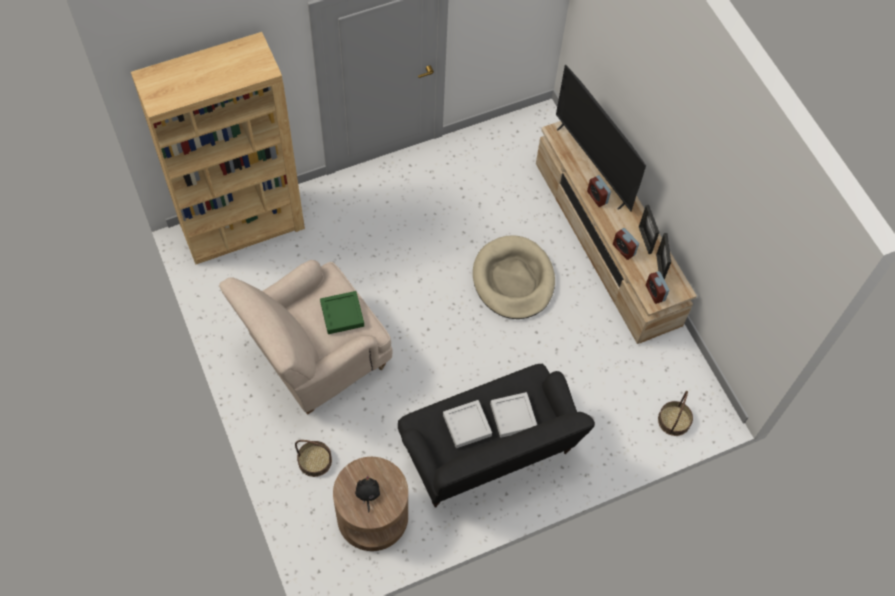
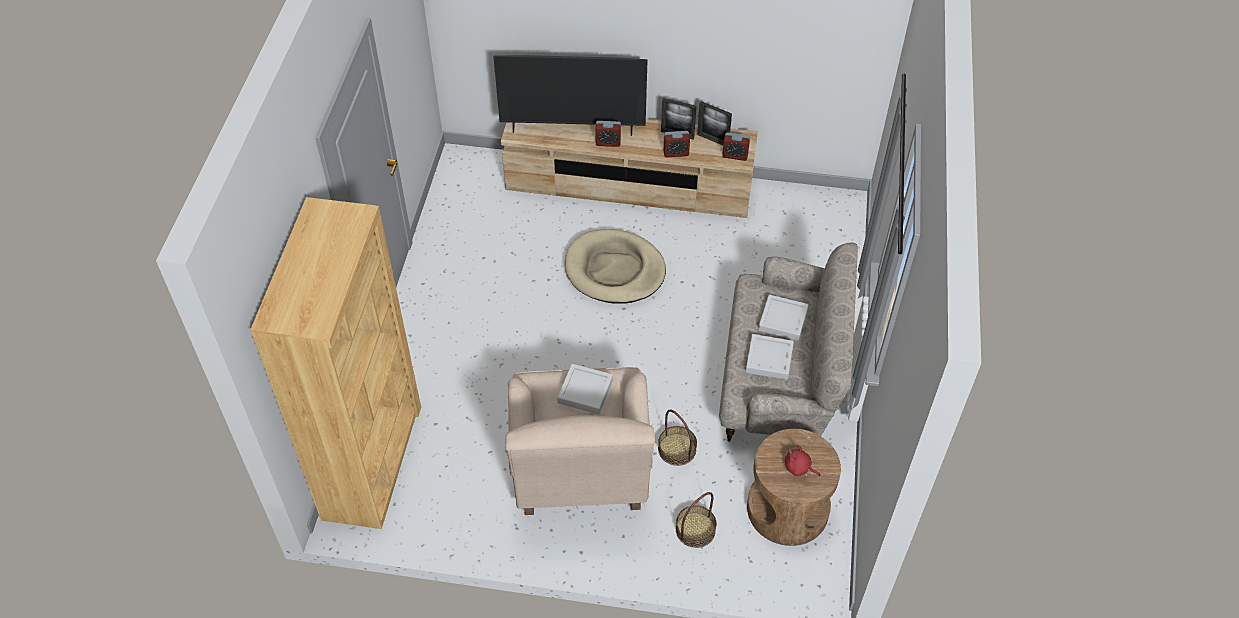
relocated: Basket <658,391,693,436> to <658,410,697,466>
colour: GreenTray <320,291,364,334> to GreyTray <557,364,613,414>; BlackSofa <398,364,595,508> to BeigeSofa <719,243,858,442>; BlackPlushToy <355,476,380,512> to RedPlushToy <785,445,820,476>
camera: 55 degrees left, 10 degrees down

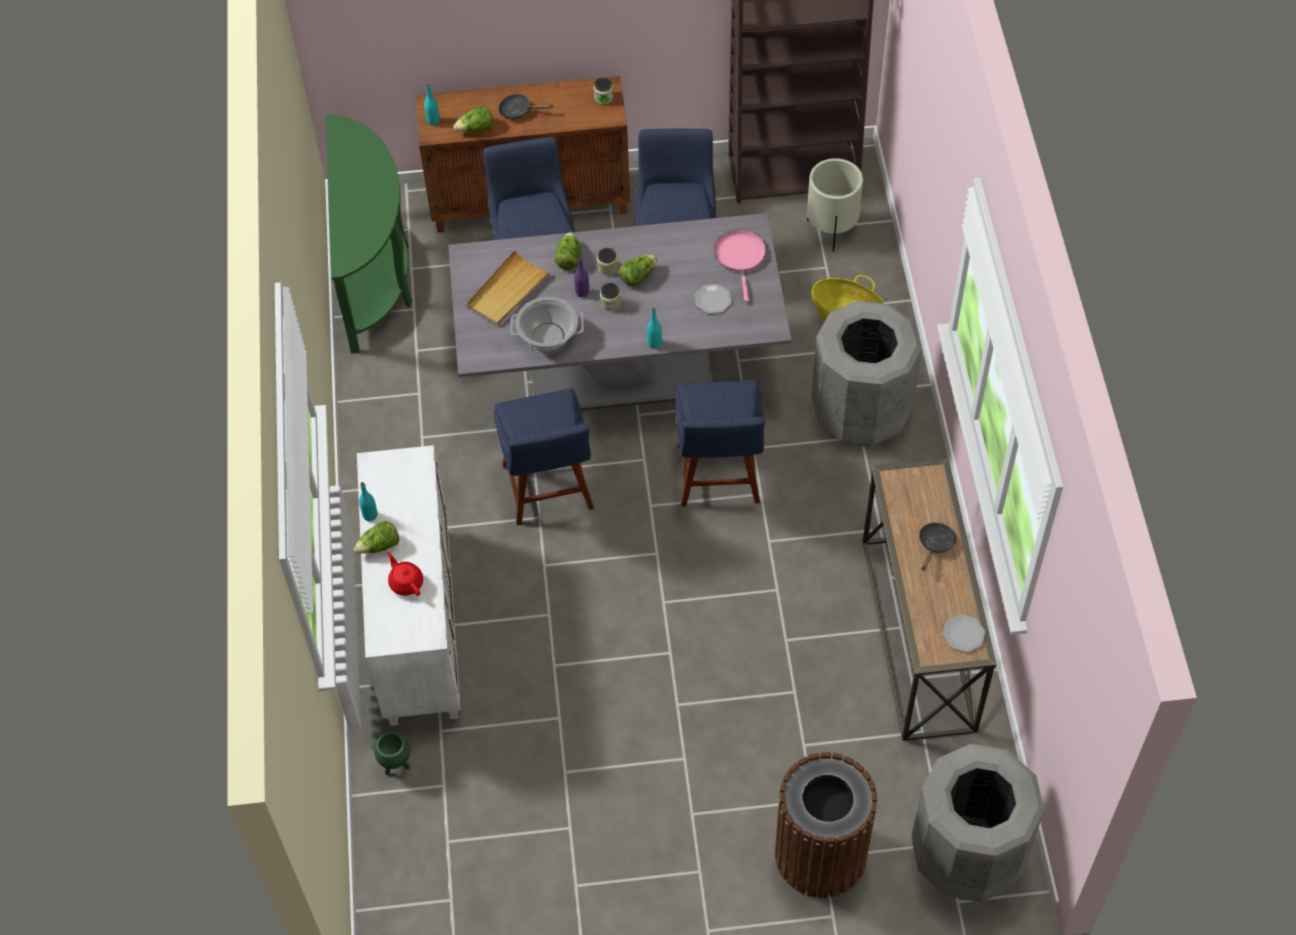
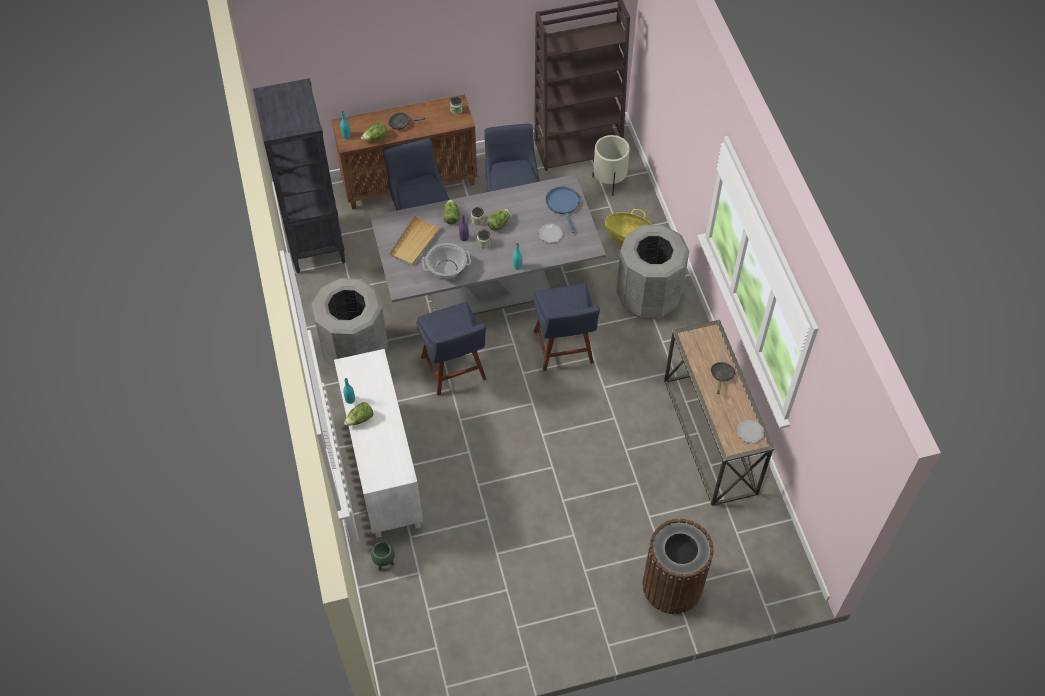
missing: RedTeapot <387,552,423,596>
relocated: GreyTrashCan <911,744,1044,902> to <312,278,388,369>
exchanged: GreenConsoleTable <326,115,412,354> to BlackBookcase <253,78,346,273>
colour: PinkFryingPan <714,230,766,302> to BlueFryingPan <546,187,580,233>
camera: 10 degrees left, 0 degrees up

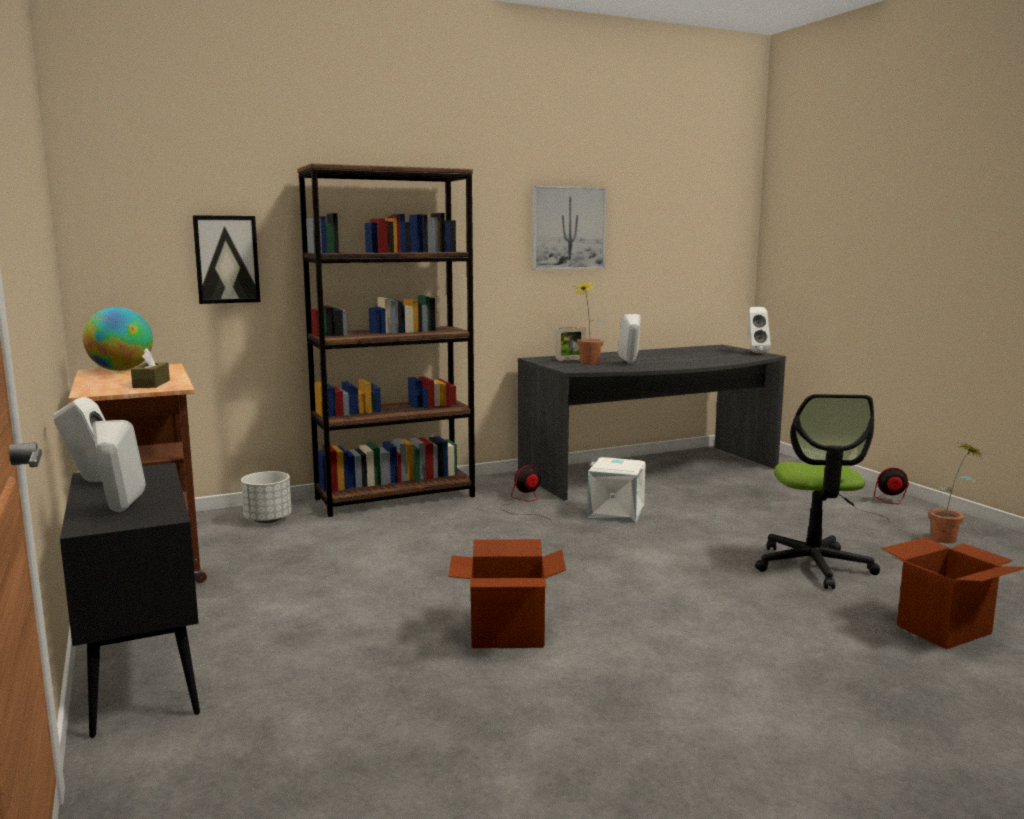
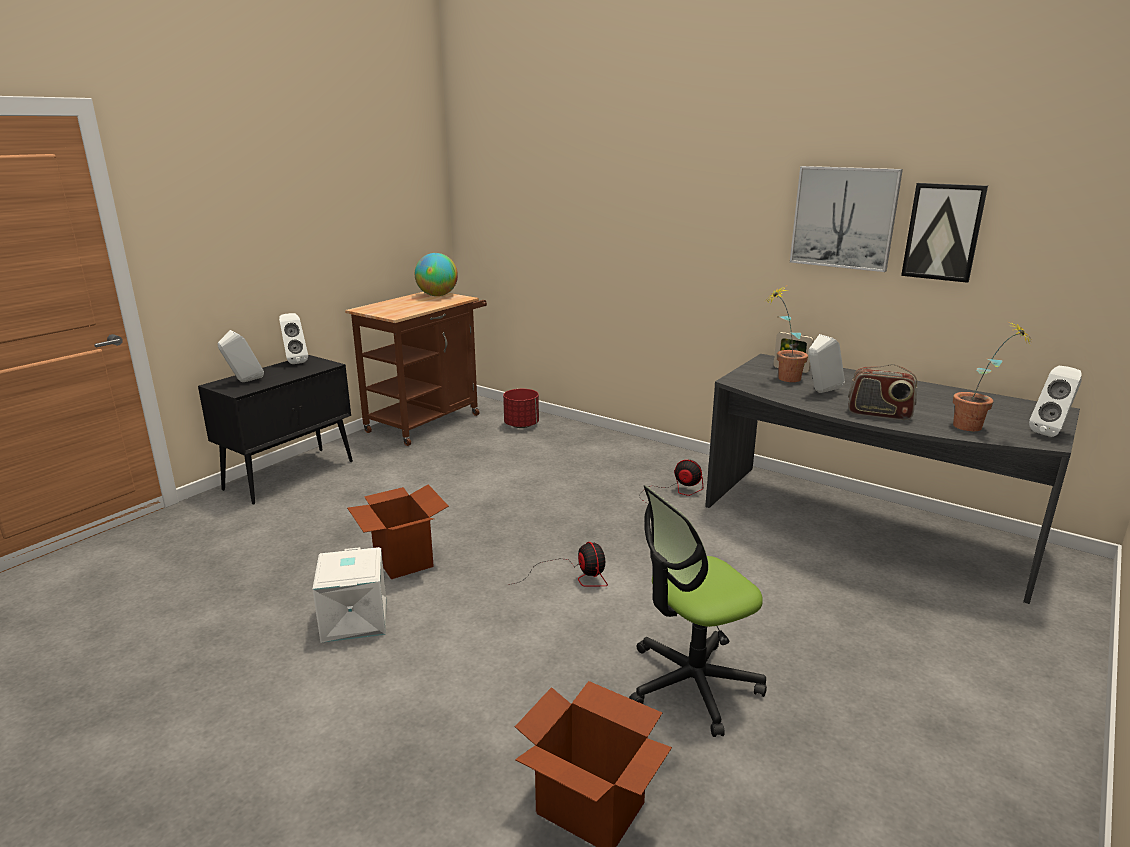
missing: BrownTissueBox <131,348,170,388>; BrownBookcase <298,164,475,517>
appeared: Radio <848,364,917,420>
relocated: WhiteStorageBox <587,457,646,523> to <313,547,386,643>; Fan <853,468,909,518> to <508,542,608,586>; Picture <193,215,260,304> to <901,183,988,283>; PottedPlant <929,443,983,543> to <953,322,1031,431>
colour: WhitePlanter <241,471,292,523> to RedPlanter <503,389,539,428>
camera: 60 degrees right, 10 degrees up

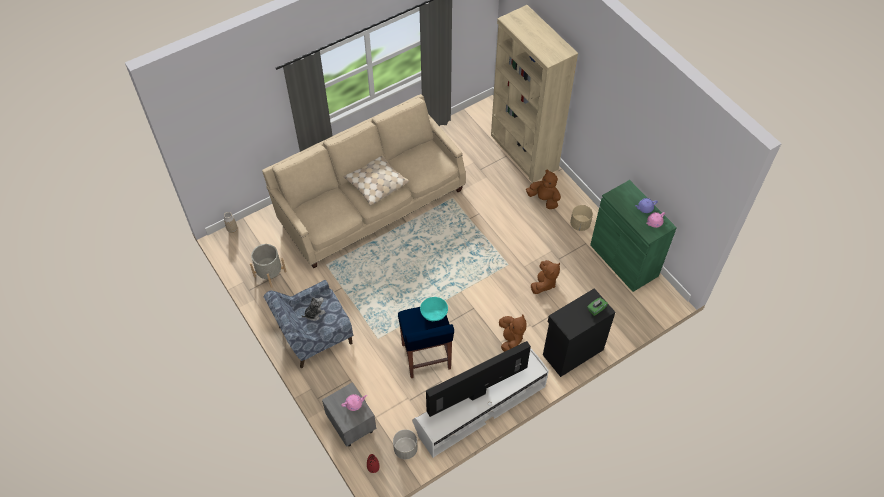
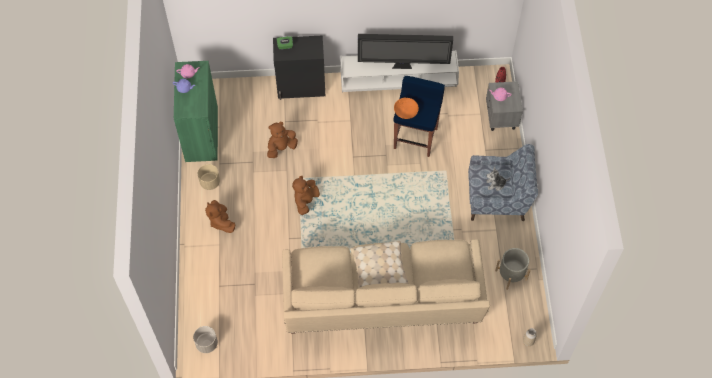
missing: BeigeBookcase <491,5,578,183>
relocated: GreyPlanter <393,429,418,459> to <193,326,218,353>; BrownPlushToy <499,314,527,352> to <292,176,320,215>
colour: TurquoiseBowl <420,297,448,321> to OrangeBowl <394,98,419,119>
camera: 150 degrees left, 5 degrees up

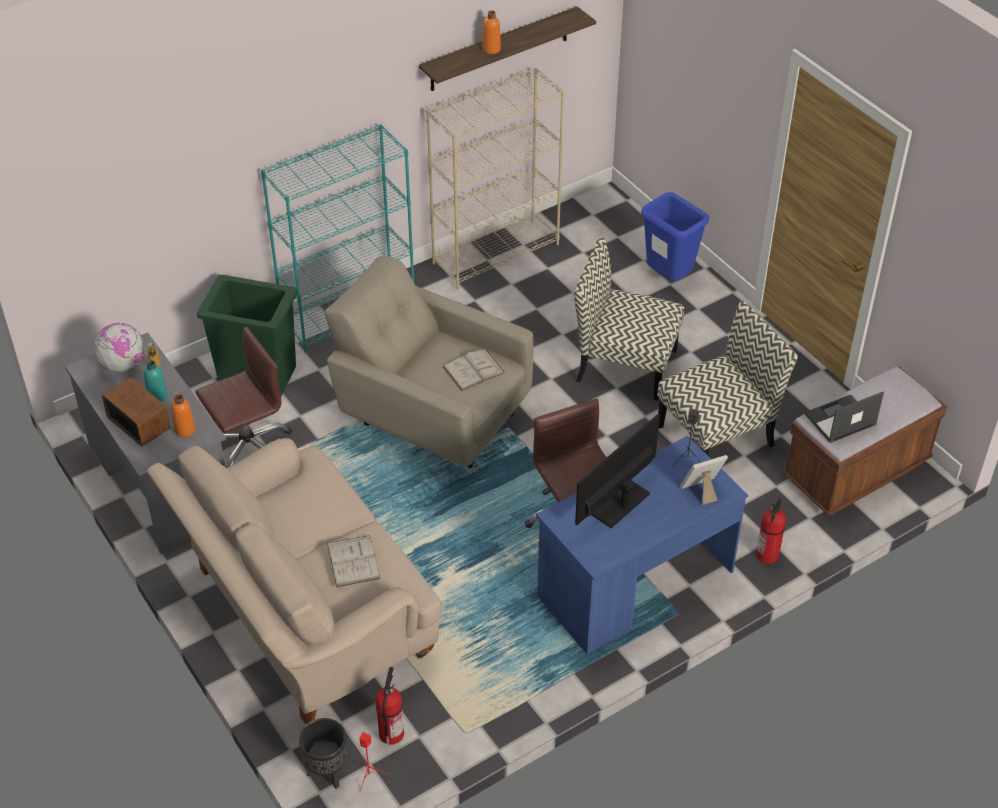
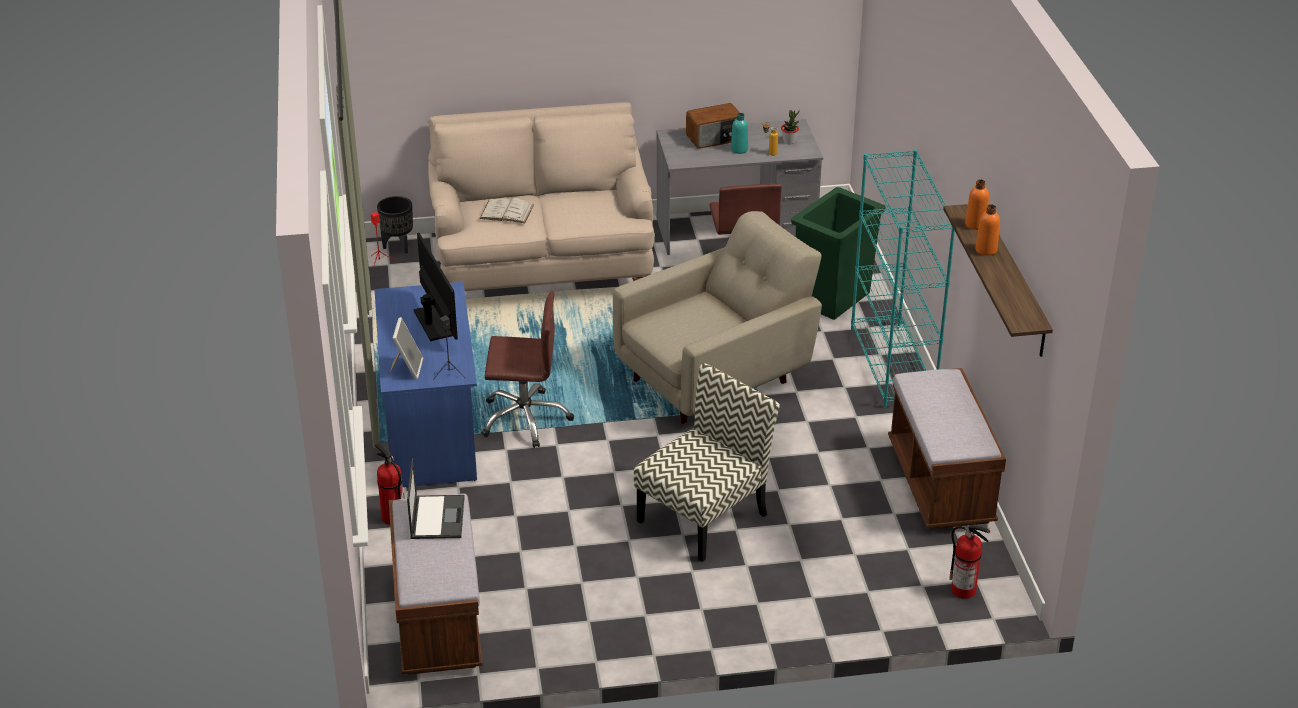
missing: WhiteBook <443,349,505,391>; BlueTrashCan <641,192,709,281>; Chair <657,301,798,455>
relocated: FireExtinguisher <376,667,404,745> to <949,525,990,599>; OrangeBottle <171,394,195,437> to <965,180,989,230>
exchanged: Globe <95,323,144,371> to PottedPlant <781,110,799,144>; BeigeBookcase <426,68,565,289> to BrownBench <888,368,1006,529>
camera: 115 degrees right, 10 degrees down

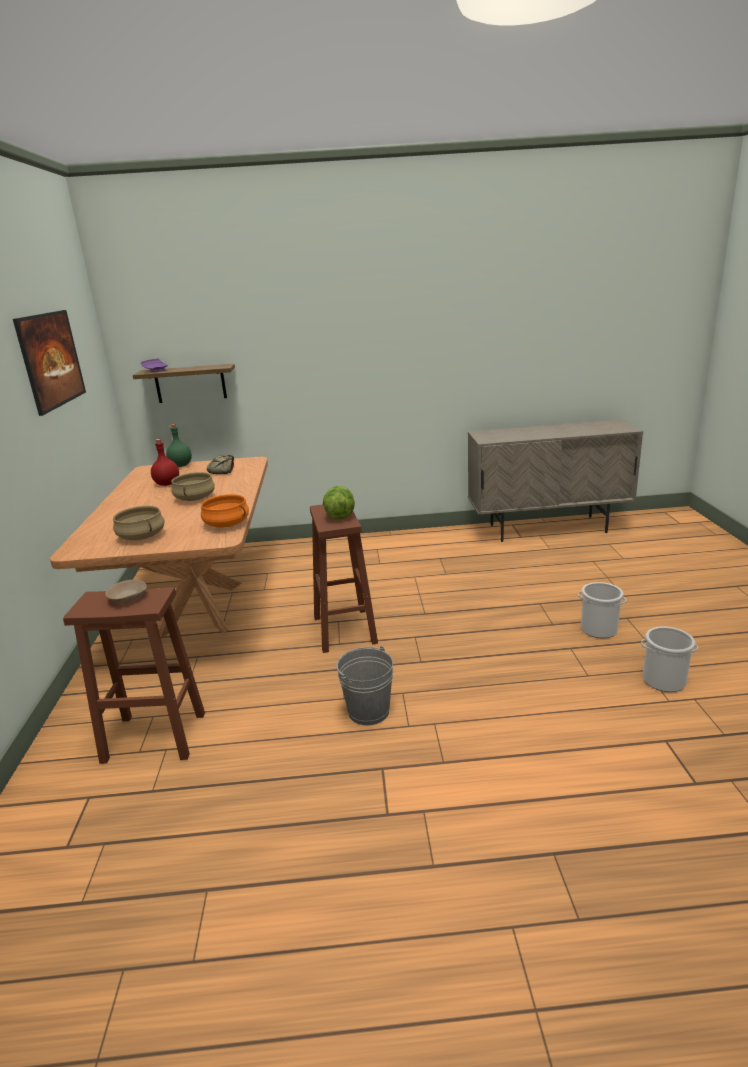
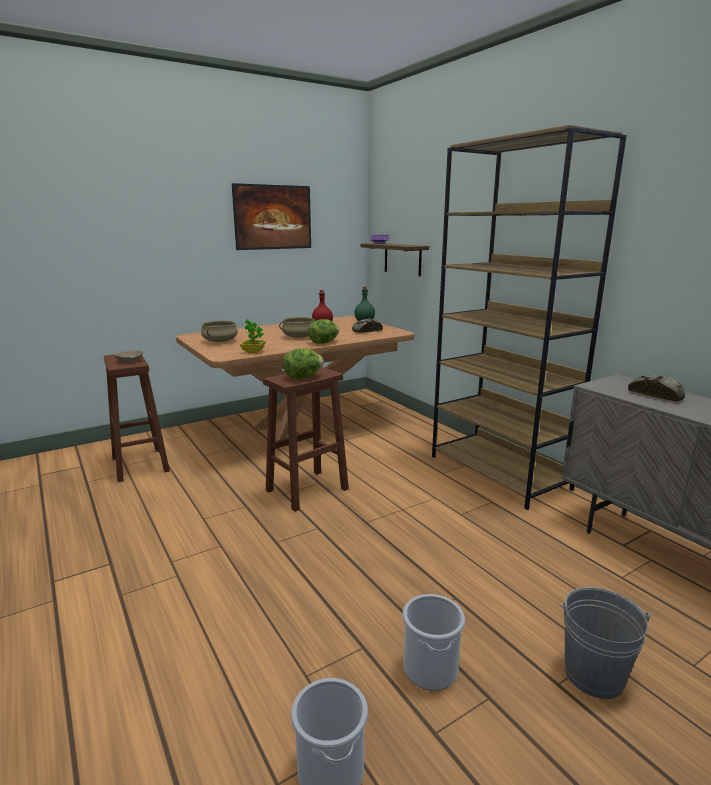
appeared: Lettuce <308,319,339,344>; BrownBookcase <432,125,627,510>; Bread <628,375,685,401>
relocated: GreyBucket <336,646,393,725> to <559,587,651,699>
exchanged: OrangeCookingPot <201,494,249,527> to PottedPlant <240,319,266,354>
camera: 60 degrees right, 5 degrees down

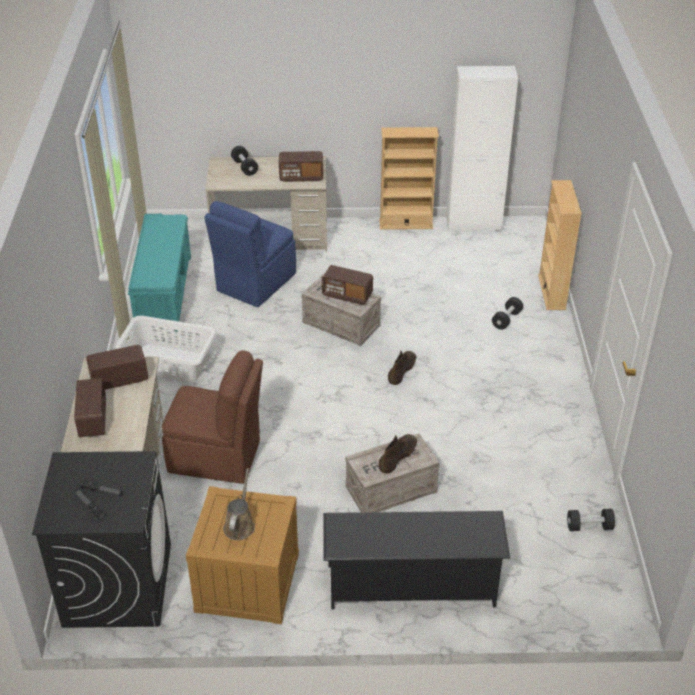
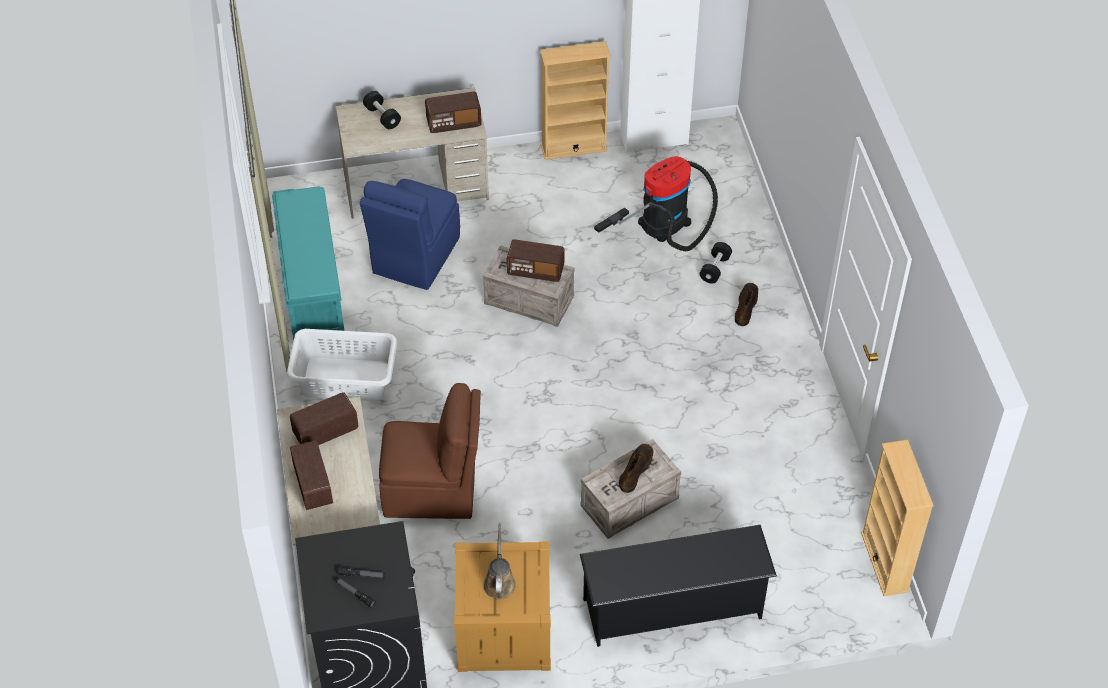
missing: BlackDumbbell <567,509,615,531>
appeared: VacuumCleaner <594,156,718,251>
relocated: BrownBoot <388,351,416,385> to <735,283,758,326>; BeigeBookcase <538,180,582,310> to <861,439,934,596>
camera: 10 degrees left, 10 degrees up

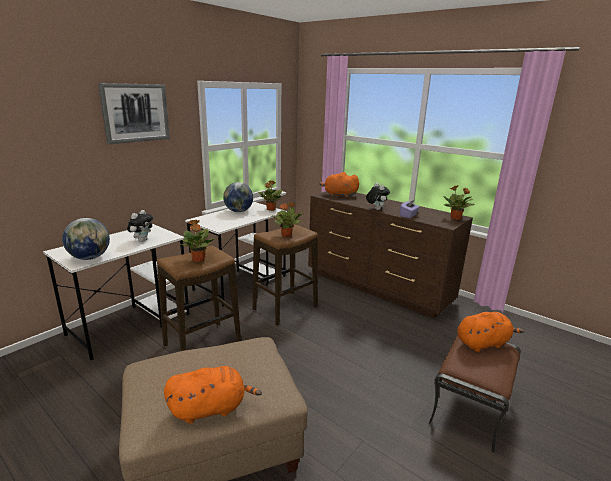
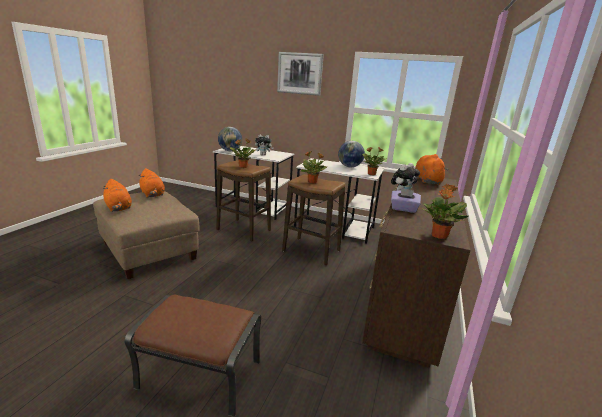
relocated: OrangePlushToy <457,312,524,352> to <138,168,165,198>
camera: 70 degrees right, 0 degrees up

